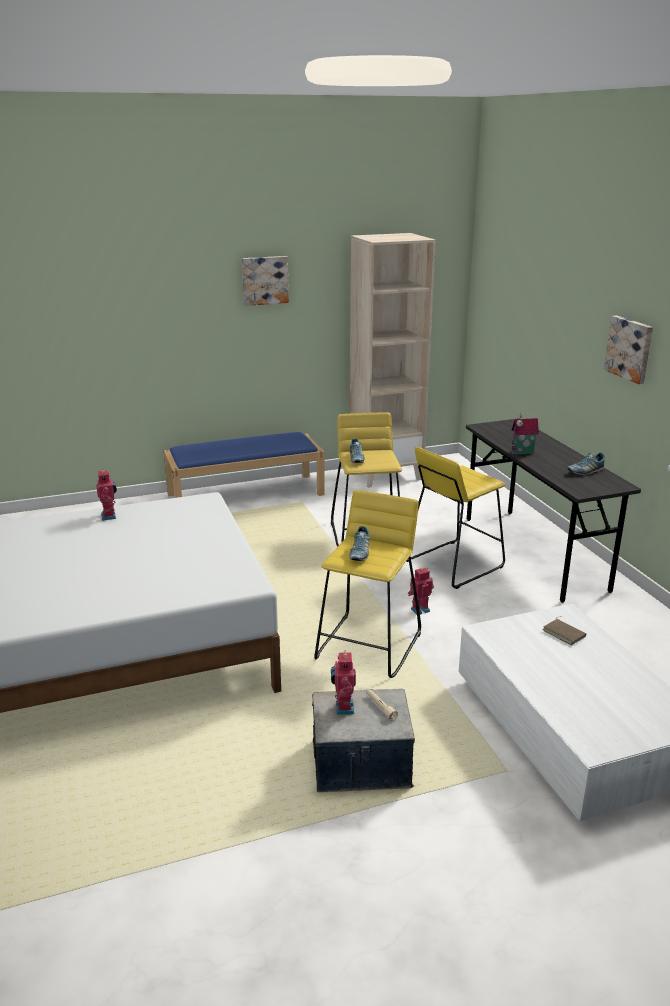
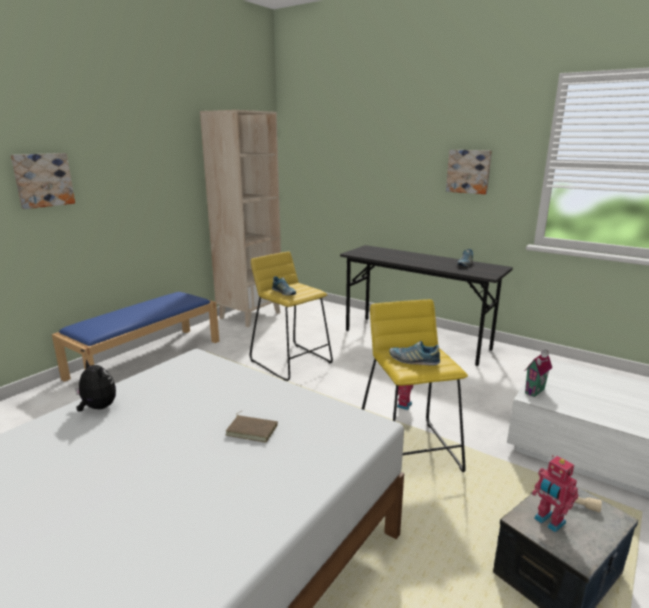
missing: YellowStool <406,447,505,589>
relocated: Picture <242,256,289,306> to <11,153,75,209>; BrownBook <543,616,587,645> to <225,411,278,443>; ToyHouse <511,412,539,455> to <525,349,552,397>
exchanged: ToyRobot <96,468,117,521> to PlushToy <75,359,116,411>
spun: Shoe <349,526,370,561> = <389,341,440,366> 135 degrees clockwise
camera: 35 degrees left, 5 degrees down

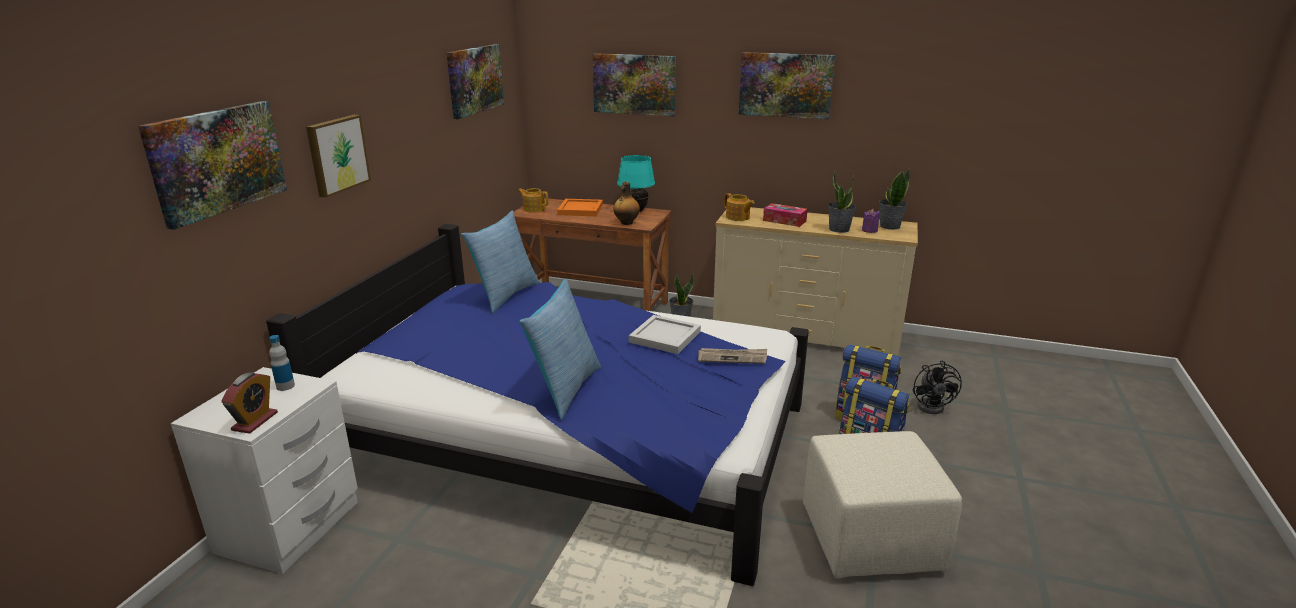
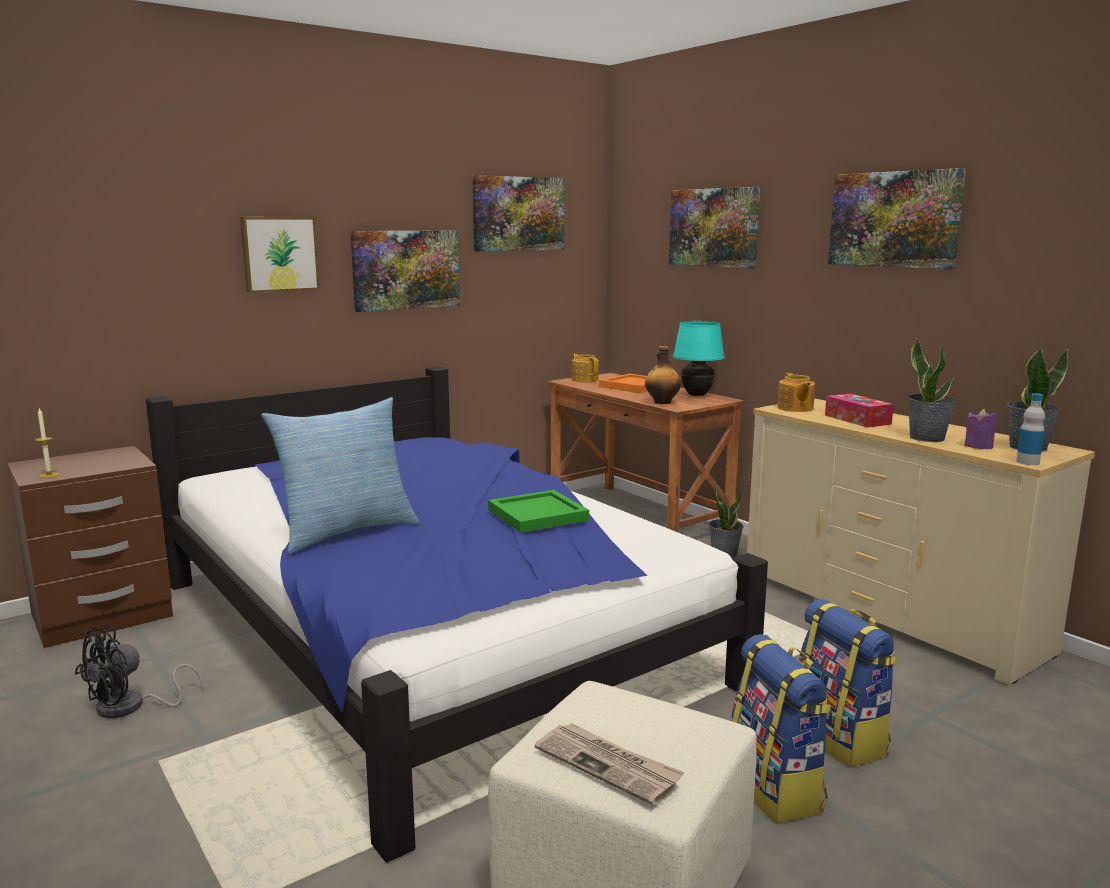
missing: Pillow <461,210,540,313>
relocated: BlackFan <913,361,962,414> to <75,626,204,718>; Picture <138,101,287,230> to <350,230,460,312>; Newspaper <698,348,767,364> to <535,723,684,805>; Bottle <269,335,295,391> to <1016,393,1045,465>
exchanged: AlarmClock <222,372,278,434> to Candle <35,408,60,478>
colour: WhiteNightstand <171,367,358,574> to BrownNightstand <7,446,173,648>; WhiteTray <629,315,701,354> to GreenTray <488,490,589,533>
camera: 35 degrees right, 10 degrees down

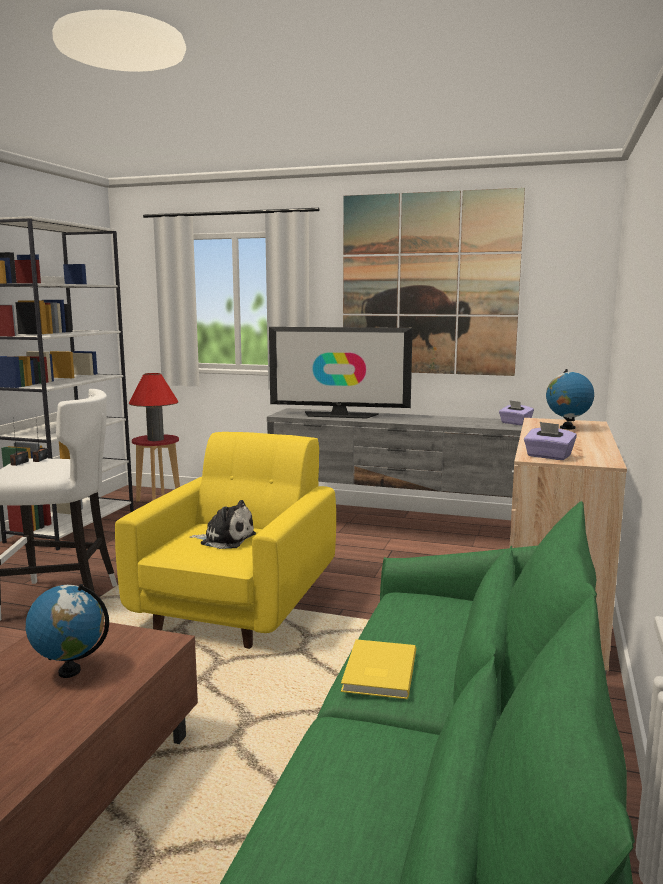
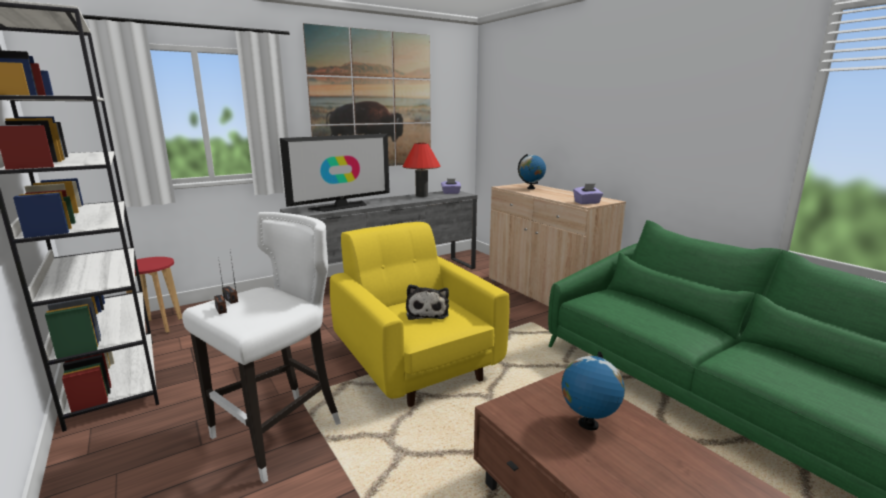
missing: YellowBook <341,639,416,699>
relocated: RedTableLamp <129,373,179,441> to <402,143,440,197>
spun: PlushToy <190,500,256,549> = <406,284,449,320> 120 degrees clockwise
camera: 50 degrees left, 5 degrees up

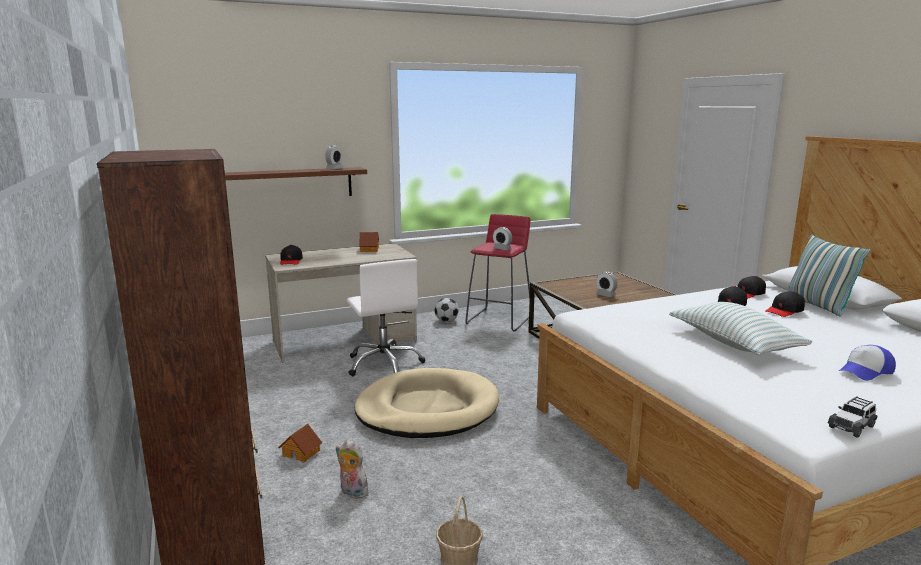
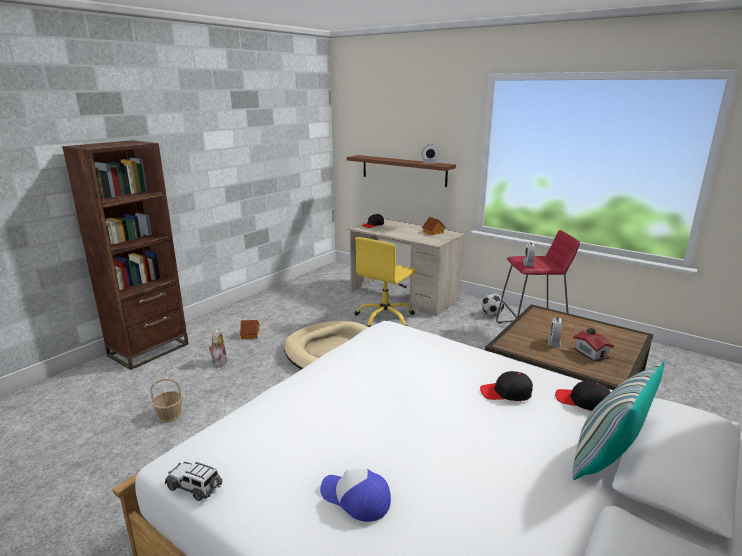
missing: Pillow <669,302,812,355>; BlackCap <765,291,805,317>
appeared: ToyHouse <573,328,614,362>
colour: WhiteOfficeChair <347,259,425,376> to YellowOfficeChair <355,237,416,327>
camera: 60 degrees right, 5 degrees up

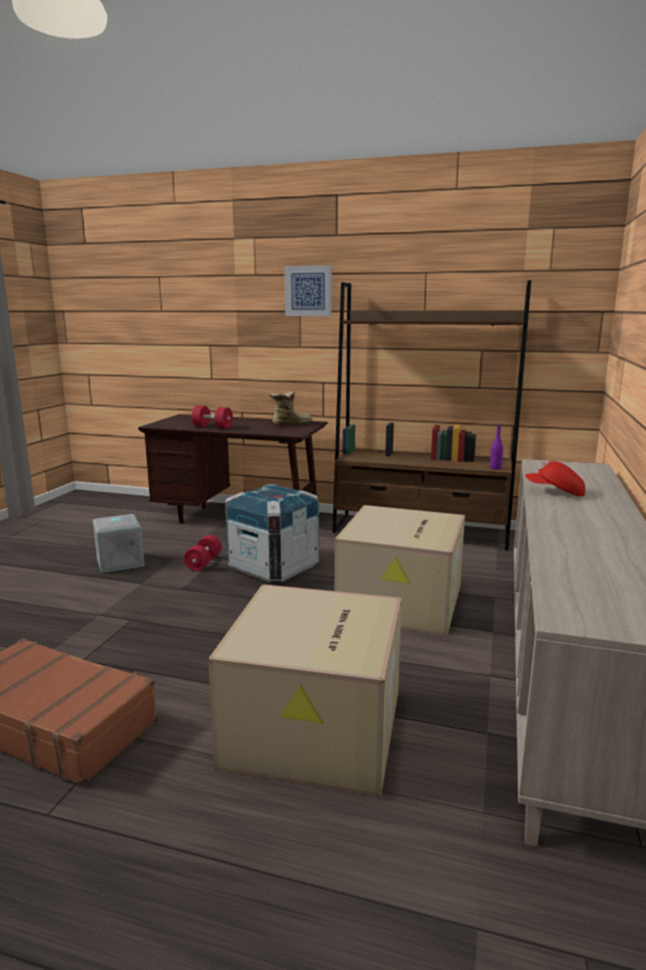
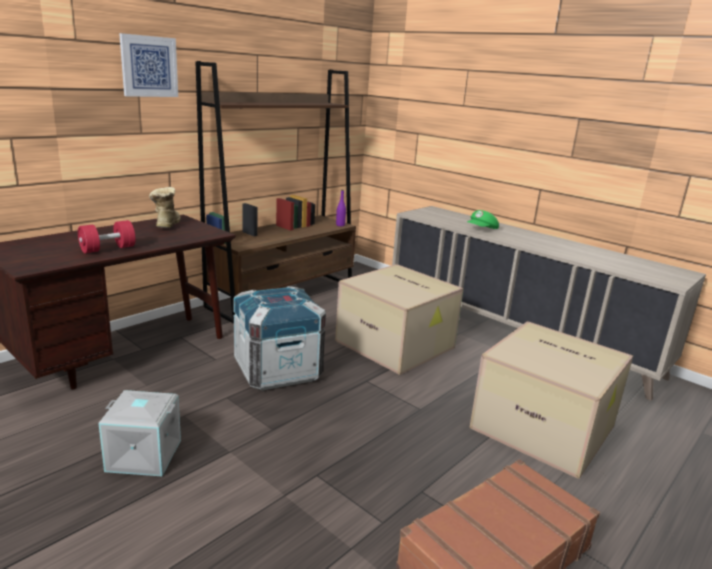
missing: RedDumbbell <184,535,222,571>
colour: RedCap <525,461,585,496> to GreenCap <467,210,499,229>
camera: 65 degrees left, 5 degrees up

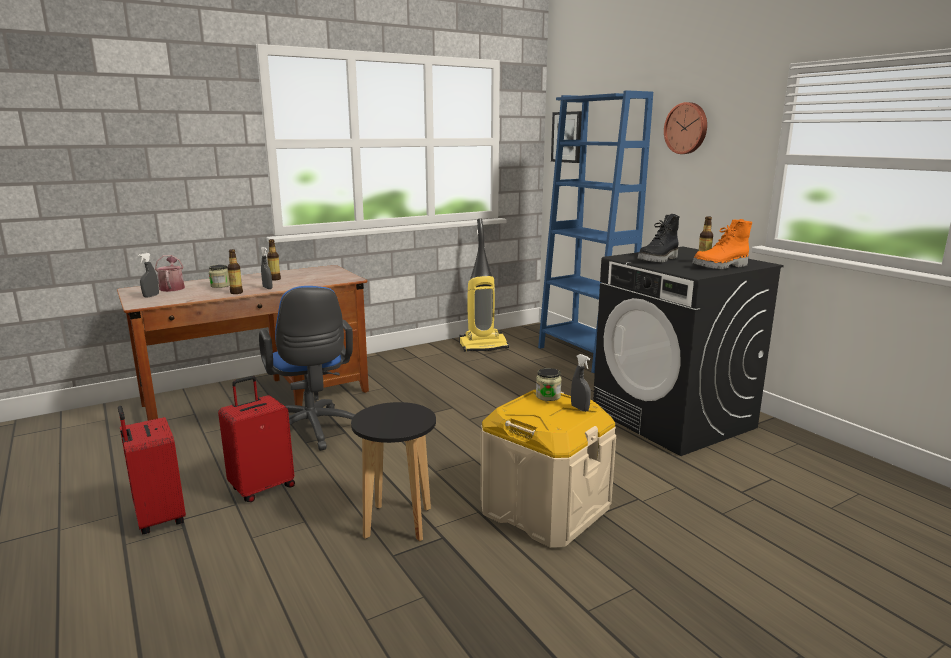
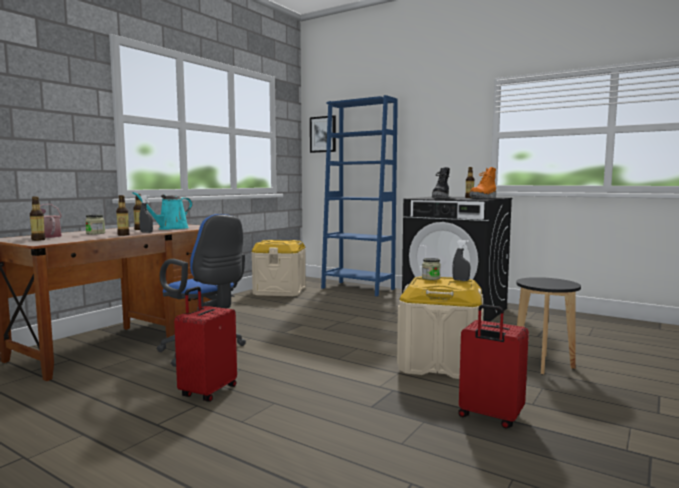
missing: WallClock <664,102,707,154>
appeared: TurquoiseWateringCan <132,192,193,230>
relocated: RedSuitcase <118,406,186,534> to <458,304,529,428>; BlackStool <351,402,436,542> to <516,277,581,375>
exchanged: GreySprayBottle <138,253,159,298> to Bottle <30,196,46,241>; VacuumCleaner <460,219,509,352> to BeigeStorageBox <252,240,306,296>
camera: 25 degrees left, 10 degrees down

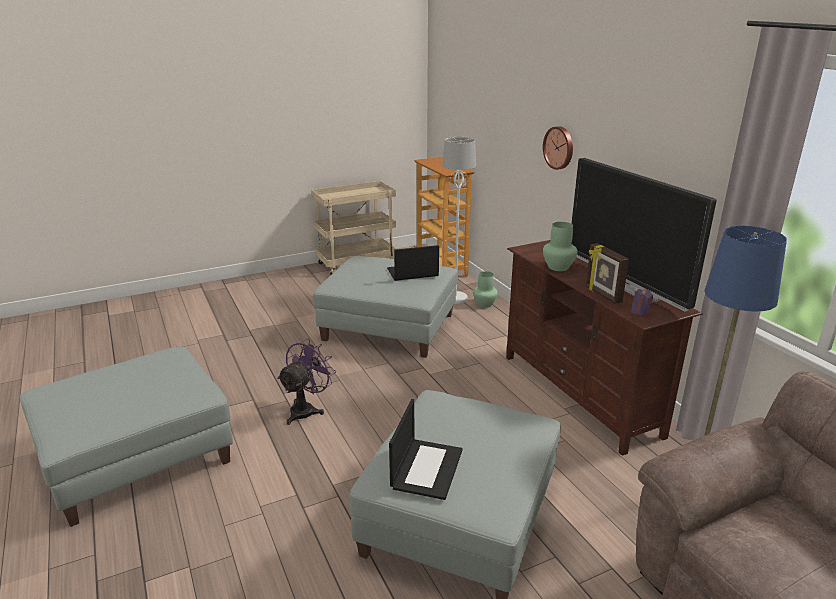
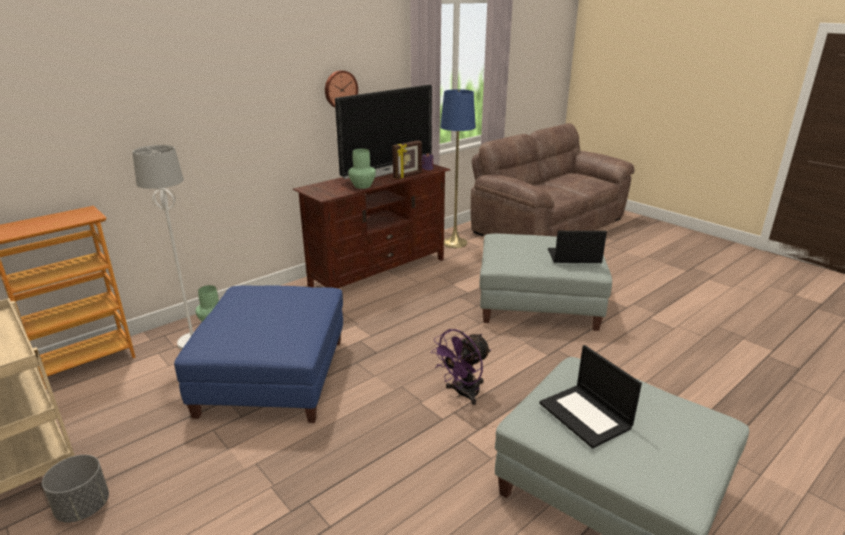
appeared: GreyPlanter <42,455,109,523>
relocated: WallClock <543,126,573,170> to <325,70,358,107>; Laptop <387,245,439,281> to <539,345,642,448>
colour: GreyOttoman <313,256,458,358> to BlueOttoman <174,285,343,423>
spun: PurpleFan <277,339,336,425> = <431,329,491,405> 60 degrees counterclockwise
camera: 105 degrees left, 0 degrees up

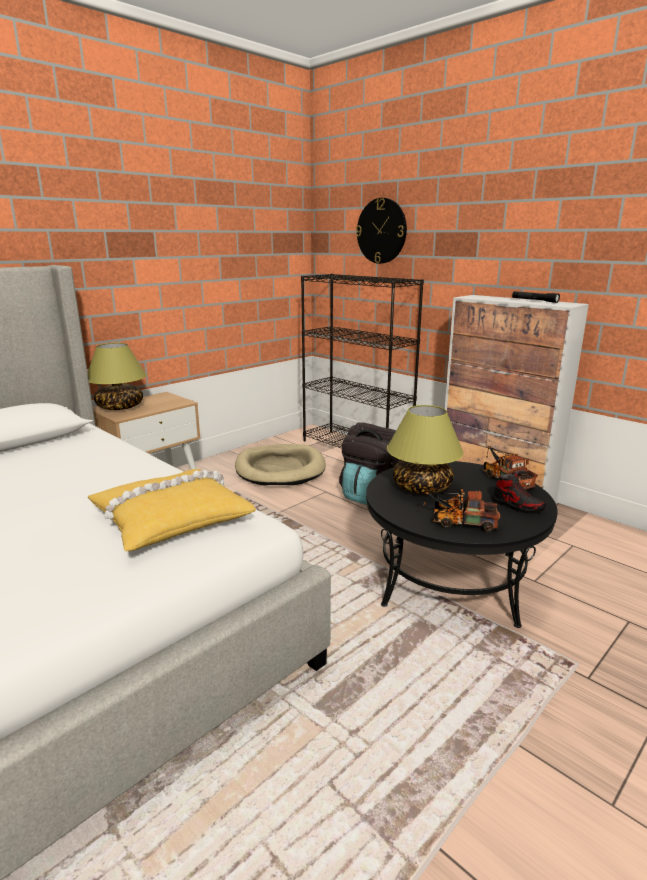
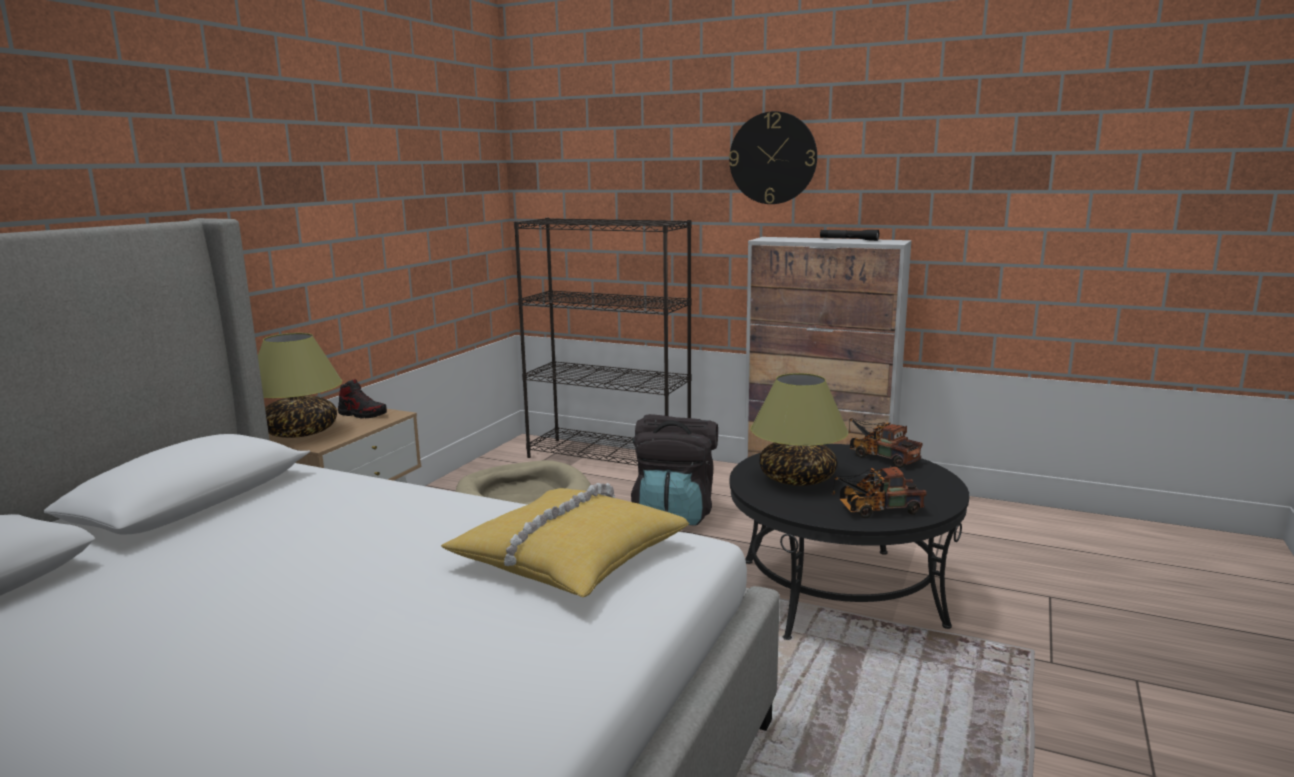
relocated: Shoe <492,472,546,514> to <338,379,387,419>; WallClock <356,198,407,264> to <729,111,817,204>
camera: 20 degrees left, 5 degrees down

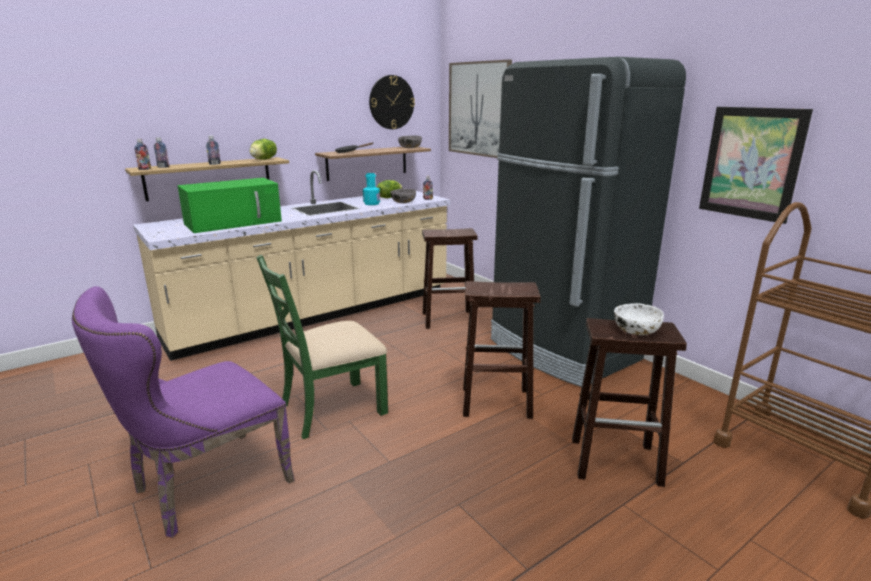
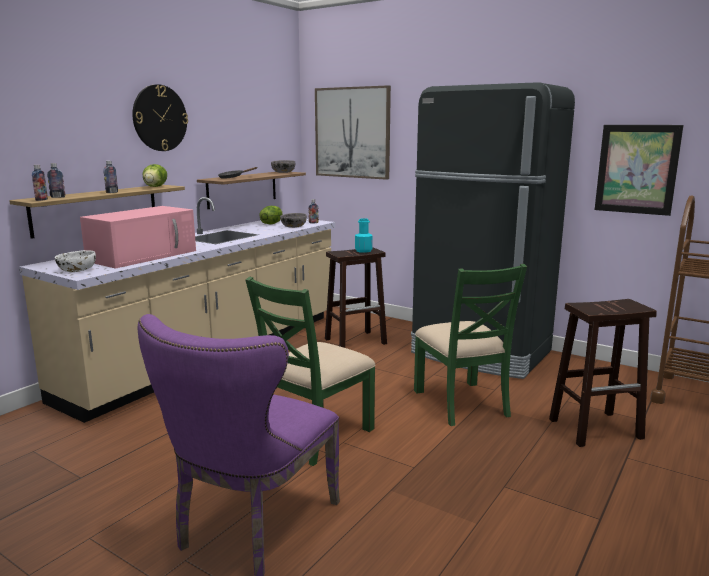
relocated: WhiteBowl <614,303,664,335> to <55,250,96,272>; WallClock <369,75,415,129> to <132,84,188,151>; TurquoiseBottle <363,173,380,205> to <355,218,373,253>
exchanged: BrownStool <463,281,541,419> to GreenChair <414,264,527,426>
colour: GreenMicrowave <178,178,282,233> to PinkMicrowave <80,206,196,269>
camera: 20 degrees left, 5 degrees down

